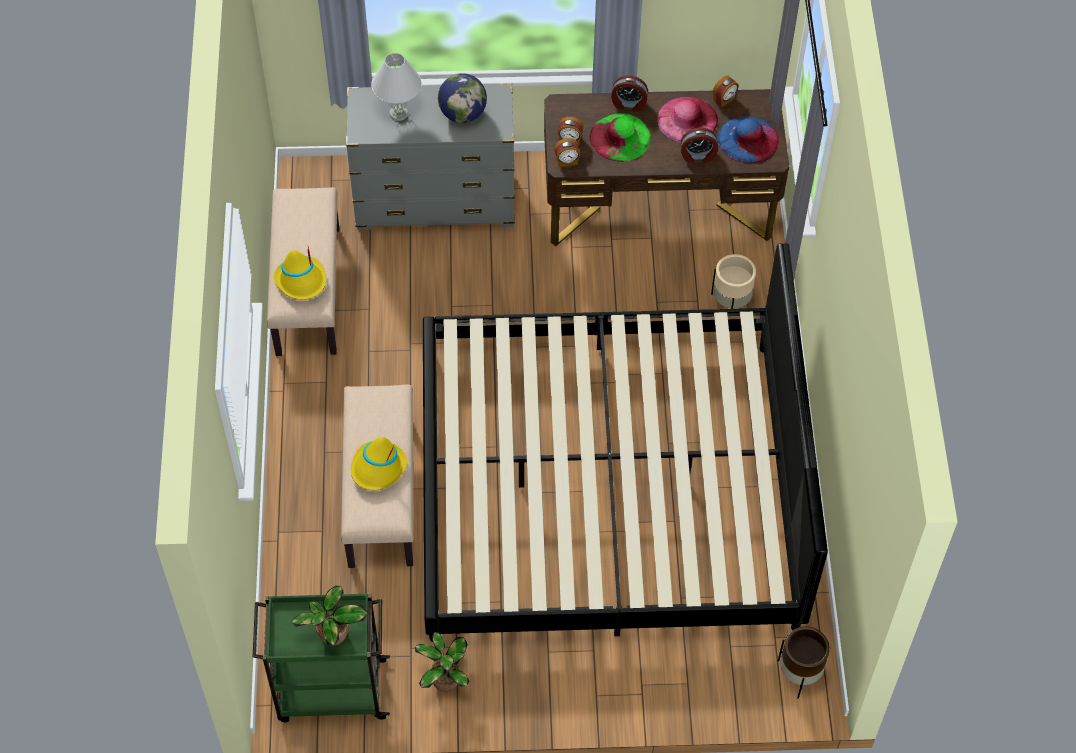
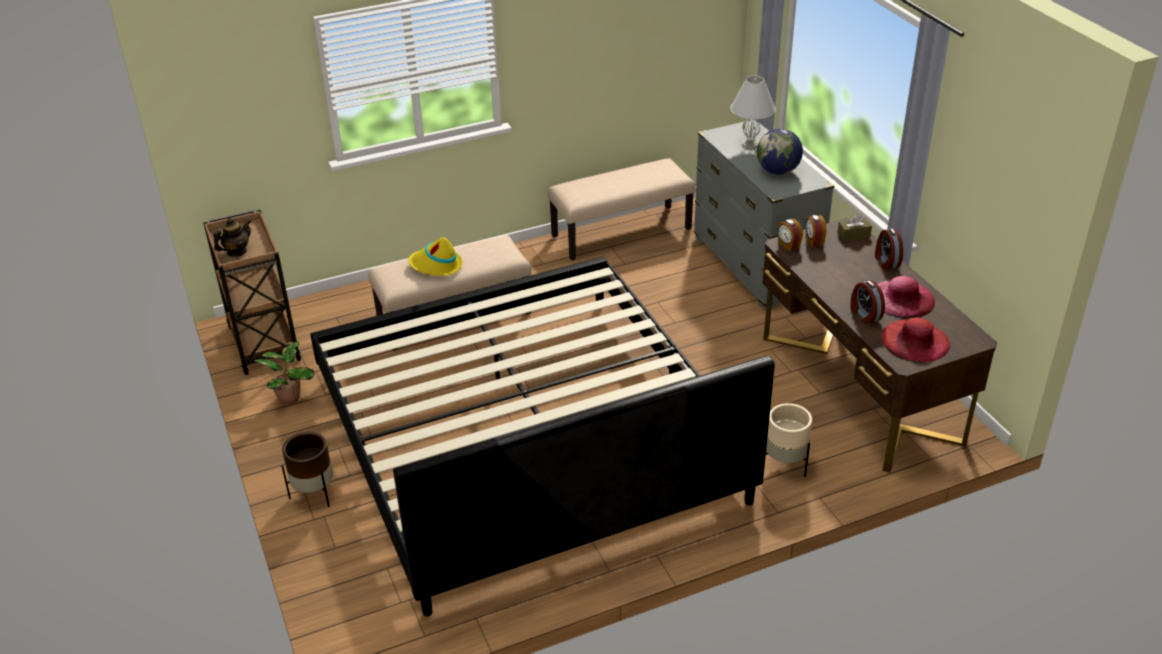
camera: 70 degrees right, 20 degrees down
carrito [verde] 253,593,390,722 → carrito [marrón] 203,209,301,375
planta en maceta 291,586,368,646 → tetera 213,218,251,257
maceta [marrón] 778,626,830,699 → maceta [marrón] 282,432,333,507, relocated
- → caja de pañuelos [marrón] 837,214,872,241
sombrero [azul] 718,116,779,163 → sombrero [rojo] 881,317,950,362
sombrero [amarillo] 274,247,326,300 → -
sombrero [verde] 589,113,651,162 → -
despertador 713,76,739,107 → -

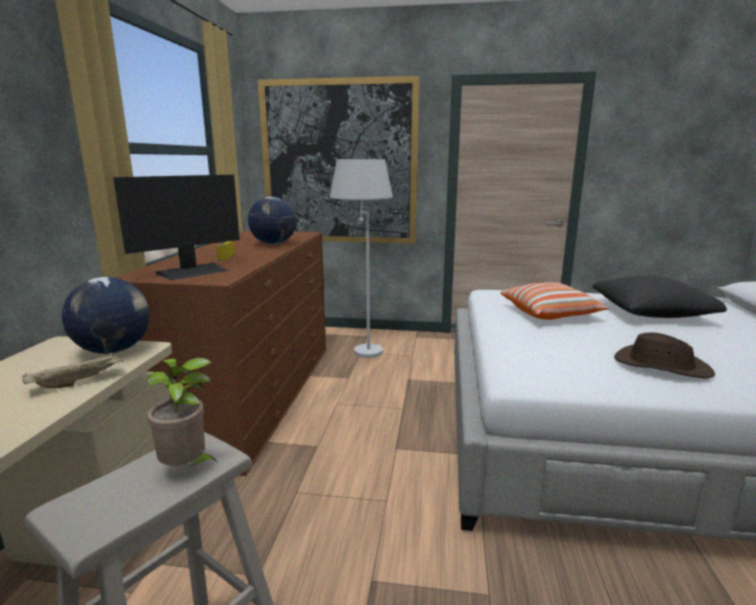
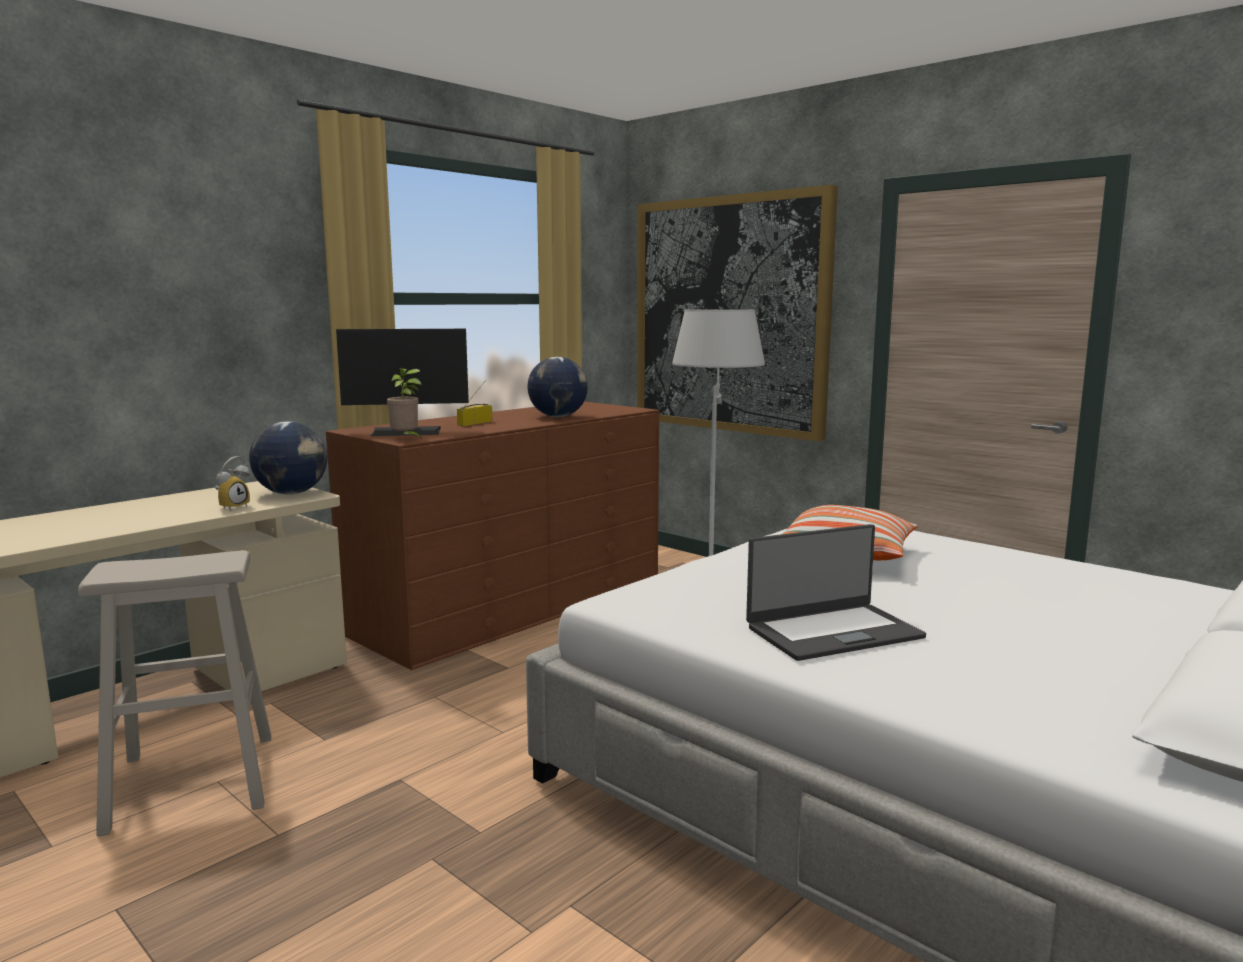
camera: 35 degrees right, 5 degrees down
bandeja [beis] 22,352,123,388 → despertador 215,456,250,511
planta en maceta 147,358,218,465 → planta en maceta 387,368,422,439, relocated
sombrero [marrón] 614,333,715,379 → portátil 746,524,926,661
cojín [negro] 592,276,727,318 → -

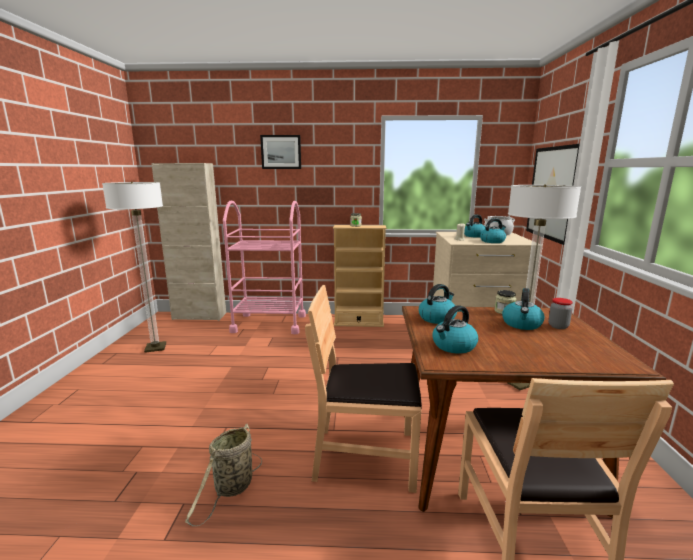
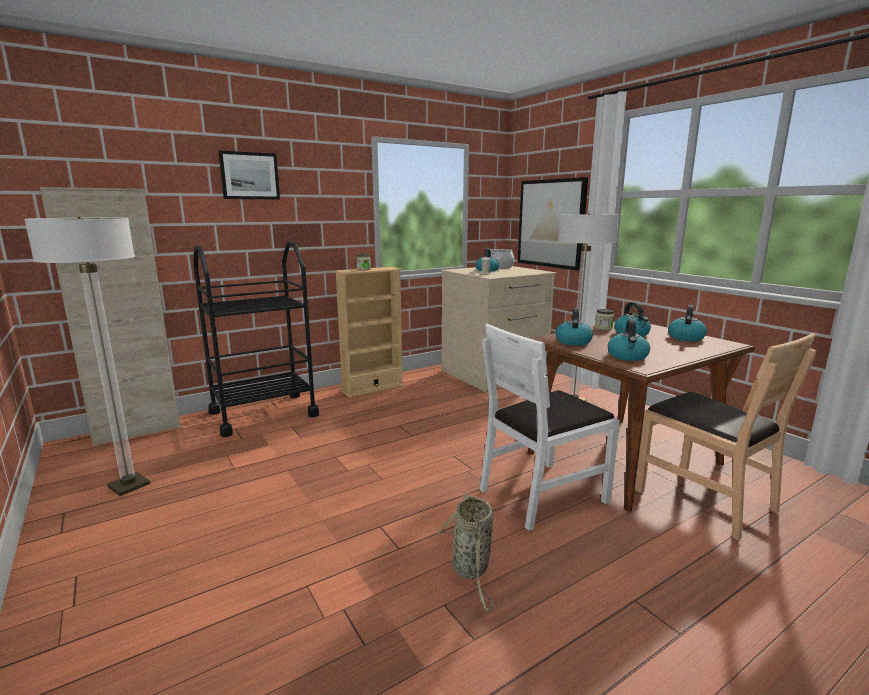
camera: 35 degrees left, 0 degrees up
carrito [rosa] 223,201,306,334 → carrito [negro] 194,241,319,437
silla [marrón] 305,285,422,493 → silla [blanco] 480,324,620,531
hervidor 480,218,506,243 → hervidor 668,305,707,341, relocated
tarro 548,298,573,329 → -

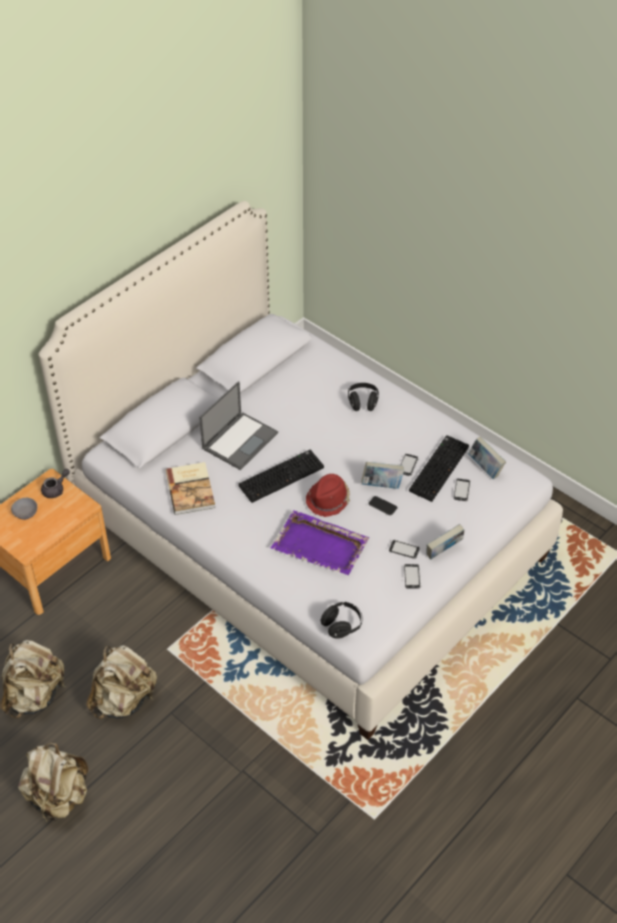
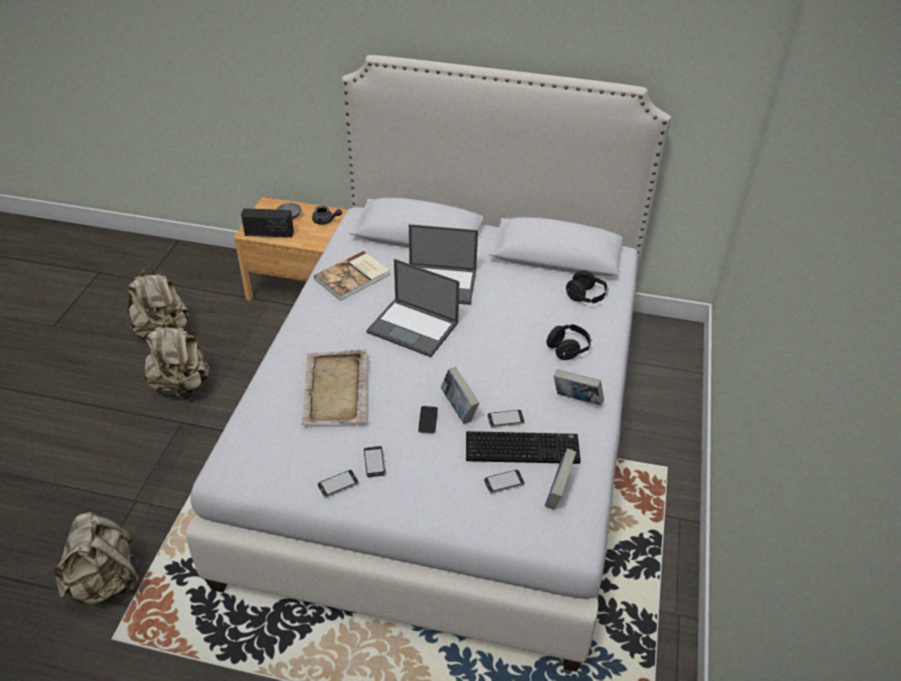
camera: 60 degrees right, 5 degrees down
mochila [beis] 18,743,88,822 → mochila [beis] 50,512,139,605, relocated
- → radio 241,209,294,237
bandeja [morado] 271,510,369,575 → bandeja [beis] 302,350,367,425
teclado 238,450,324,503 → portátil 367,259,460,357
libro 427,524,464,560 → libro 553,369,604,405, relocated
auriculares [negro] 321,602,363,638 → auriculares [negro] 566,270,608,304, relocated
sombrero [rojo] 306,474,350,517 → -

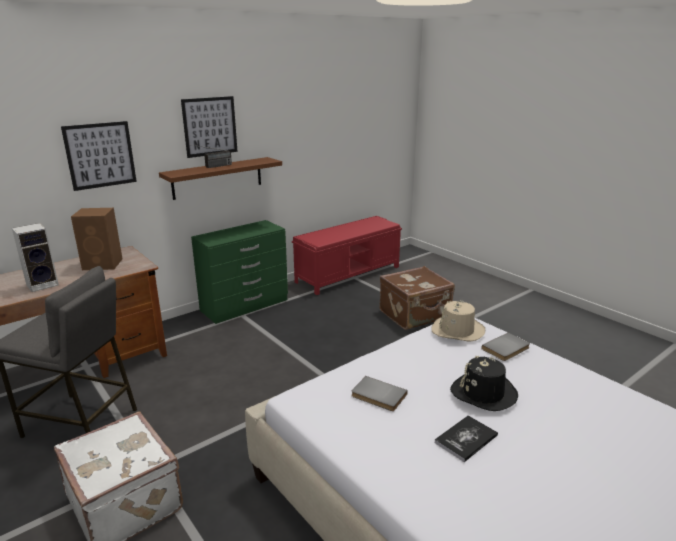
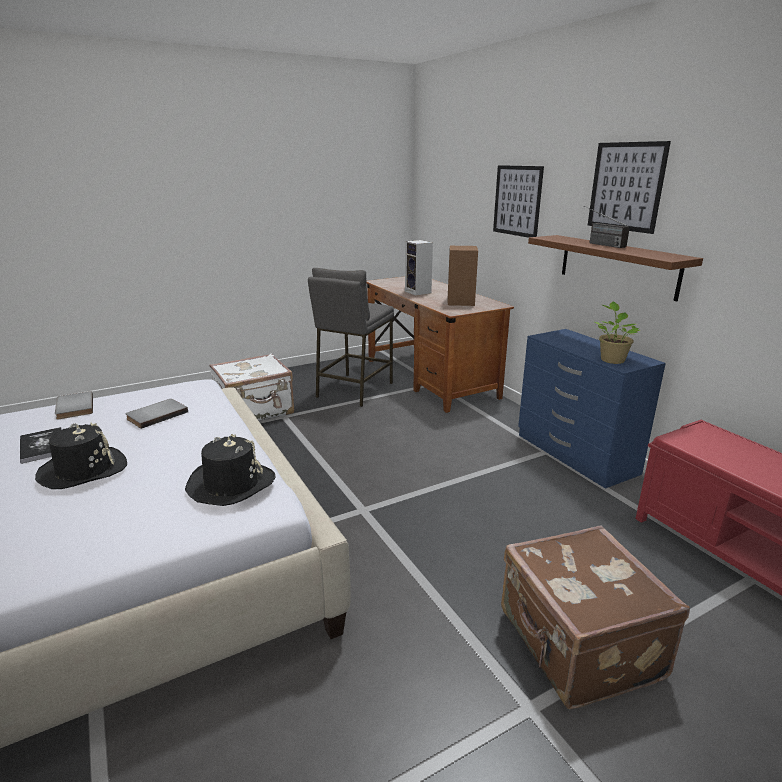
camera: 100 degrees right, 0 degrees up
libro [gris] 481,333,530,361 → libro [gris] 55,391,93,420, relocated
sombrero [beis] 431,300,485,342 → sombrero [negro] 185,434,275,506
cómoda [verde] 191,220,288,324 → cómoda [azul] 518,329,666,489
- → planta en maceta 595,302,640,364

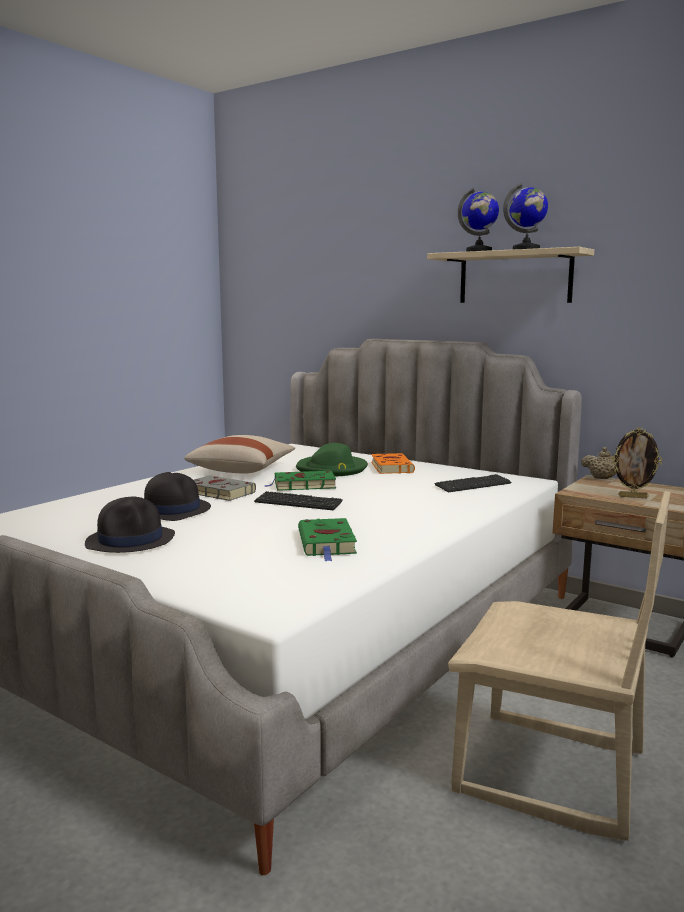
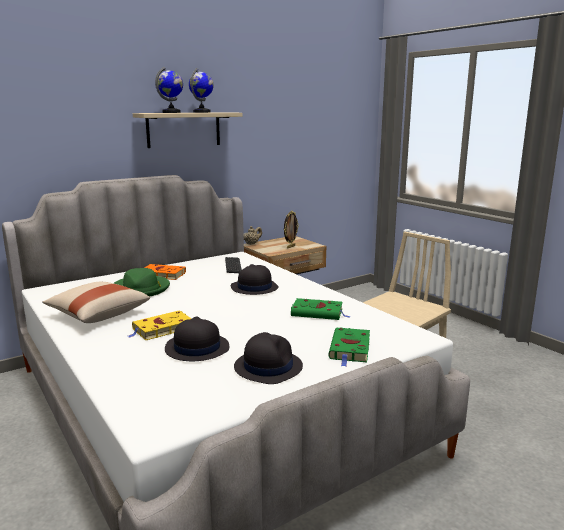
camera: 70 degrees left, 5 degrees up
libro [gris] 193,475,256,501 → libro [amarillo] 128,311,192,340
- → sombrero [negro] 231,264,279,295
libro [verde] 264,471,336,491 → libro [verde] 328,327,370,367, relocated
teclado 254,491,343,510 → -

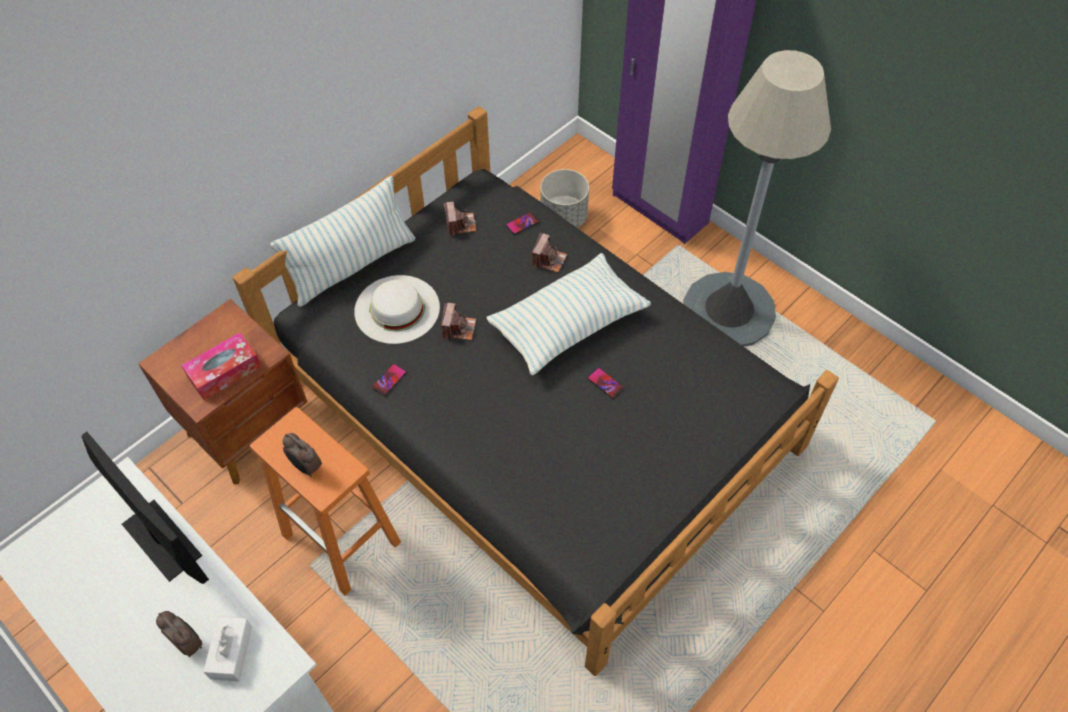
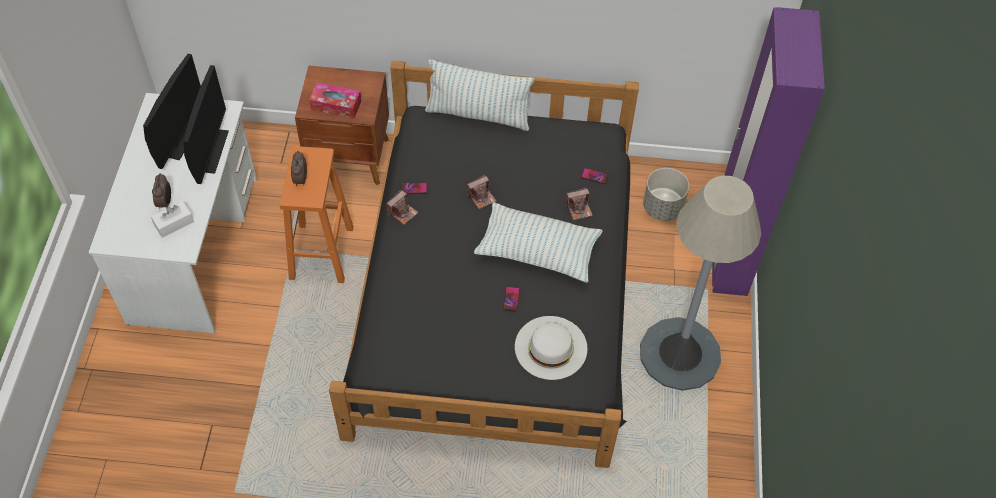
camera: 50 degrees right, 0 degrees up
- → monitor 143,54,201,169
cámara 444,202,477,236 → cámara 386,190,419,225, relocated
sombrero [blanco] 354,275,440,344 → sombrero [blanco] 515,316,588,380, relocated

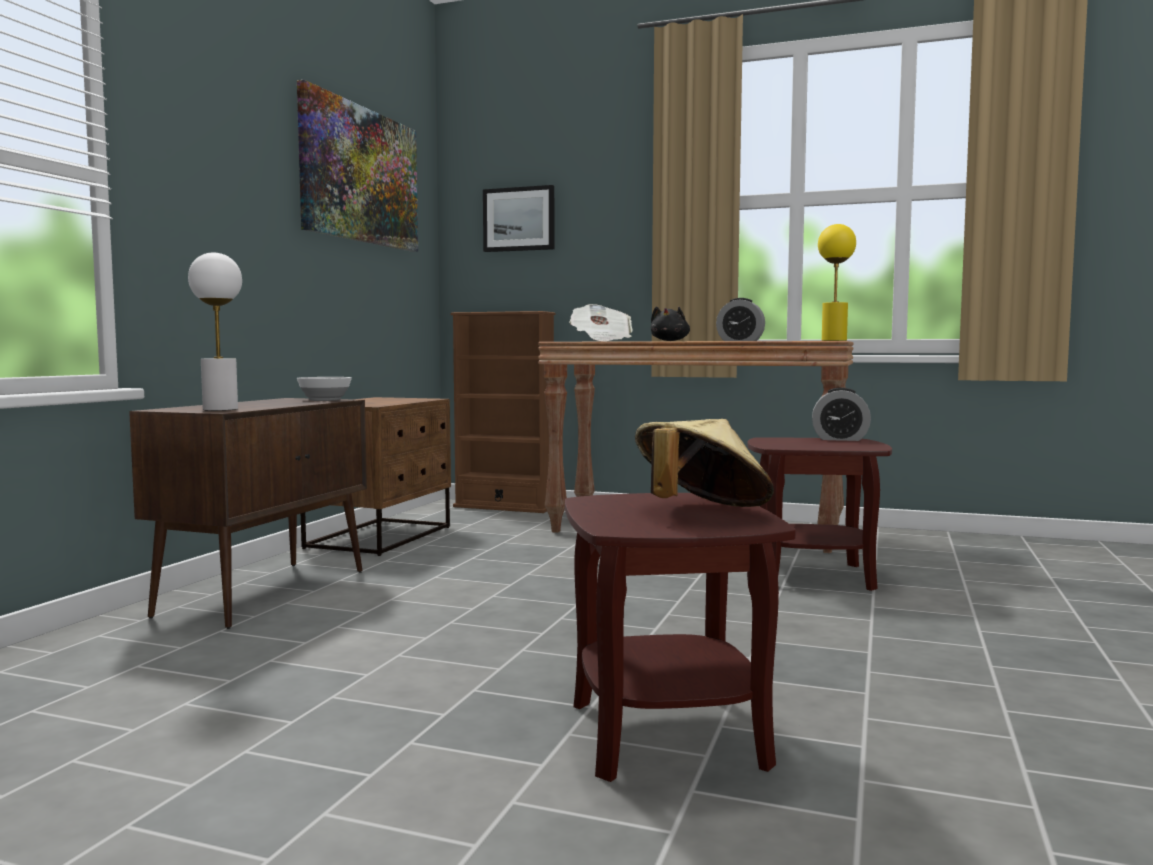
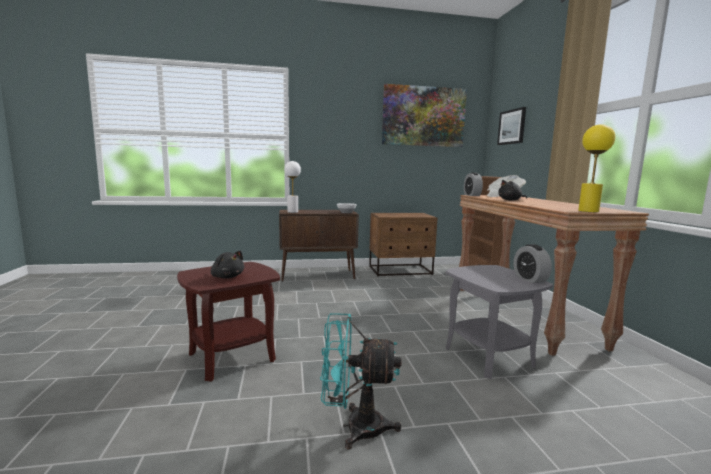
camera: 60 degrees right, 5 degrees up
sombrero [beis] 635,419,774,507 → peluche [negro] 211,250,245,279
- → ventilador [turquesa] 320,313,402,449
mesa auxiliar [marrón] 747,437,892,591 → mesa auxiliar [gris] 446,265,553,379
despertador 716,298,765,341 → despertador 464,172,483,196, relocated

